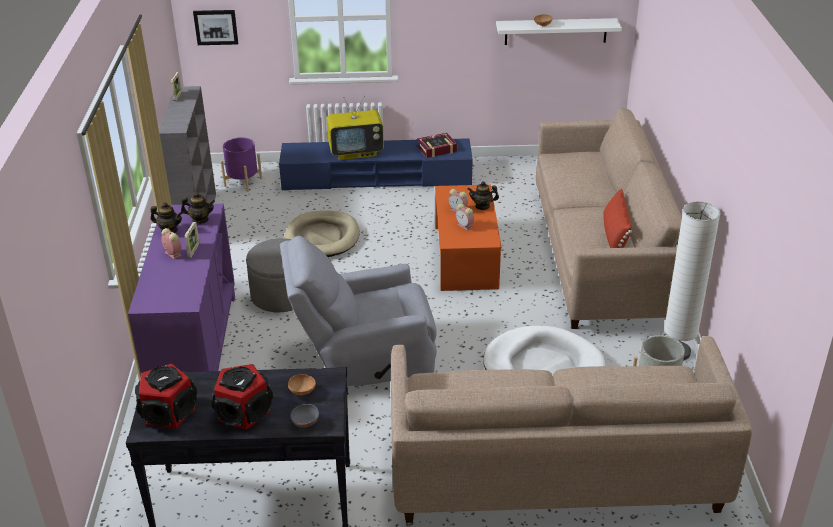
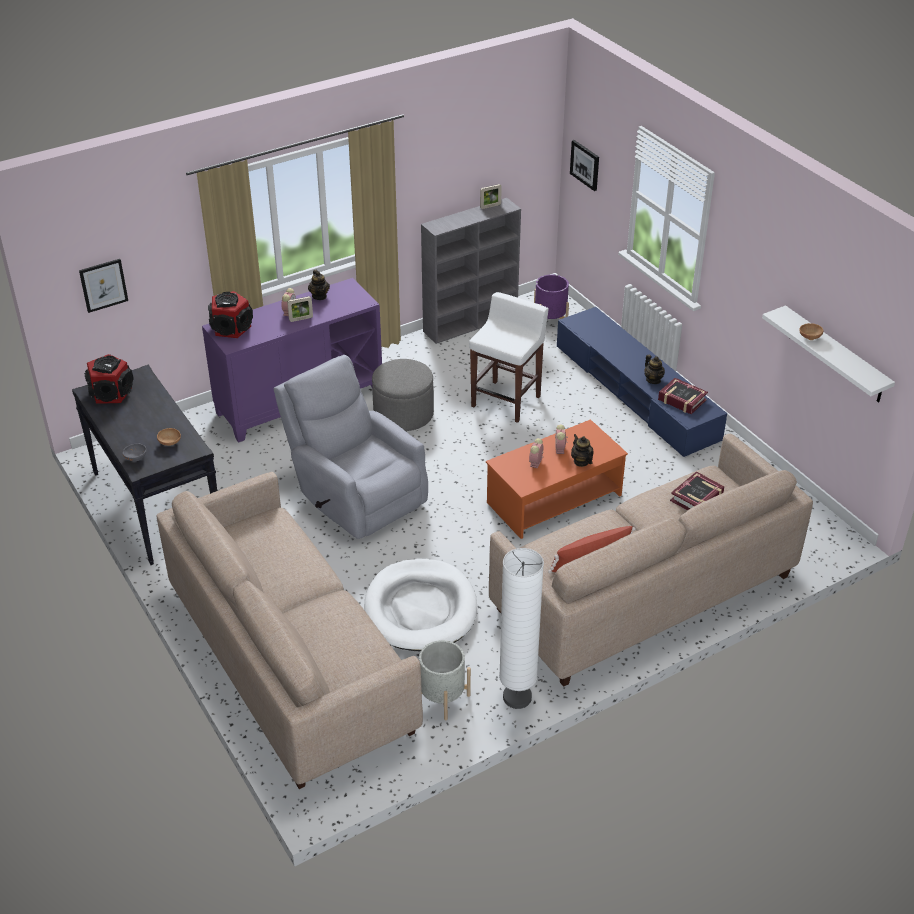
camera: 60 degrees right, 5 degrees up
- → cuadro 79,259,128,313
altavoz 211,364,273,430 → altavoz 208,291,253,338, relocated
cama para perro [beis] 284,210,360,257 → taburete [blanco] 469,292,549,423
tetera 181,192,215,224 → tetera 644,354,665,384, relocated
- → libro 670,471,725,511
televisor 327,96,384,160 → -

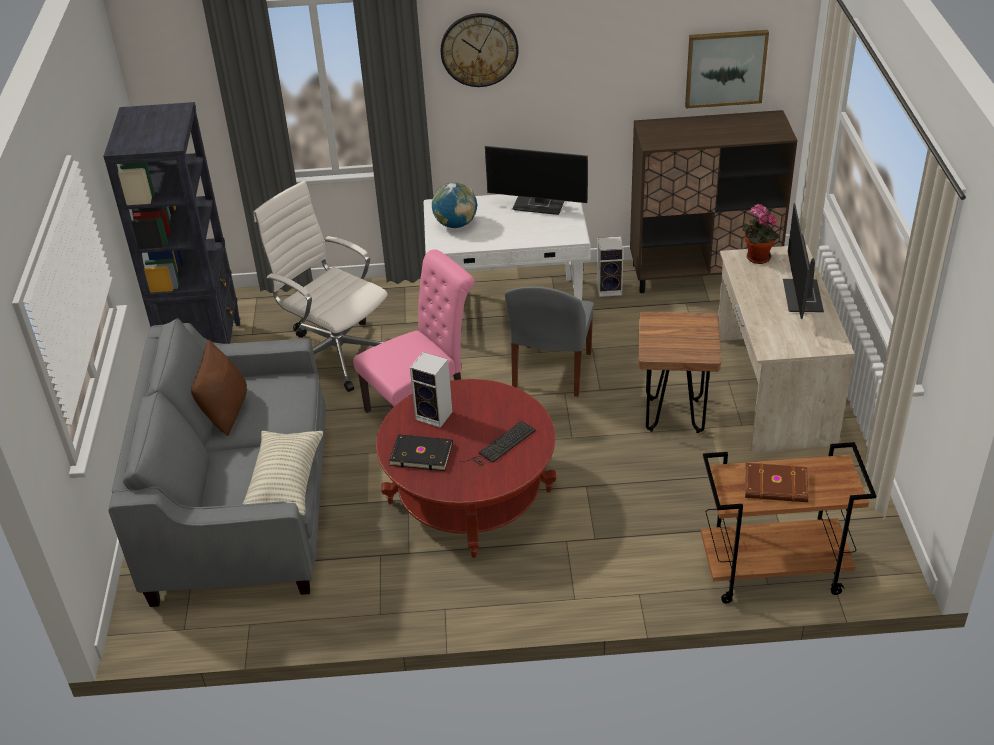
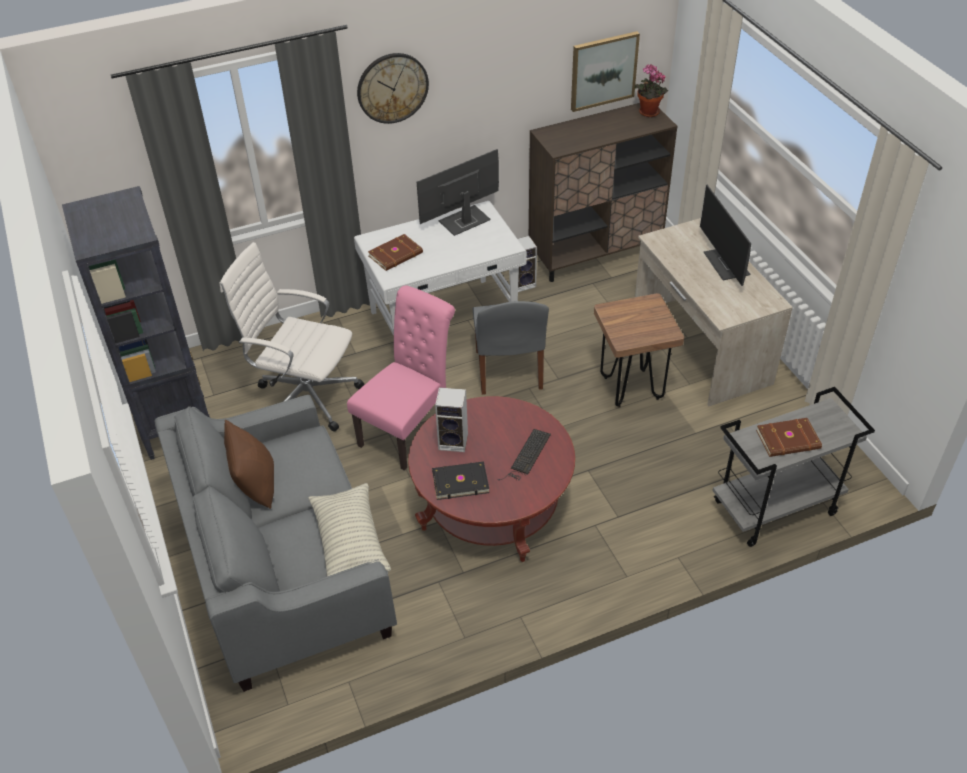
camera: 20 degrees left, 5 degrees up
globo terráqueo 432,182,477,228 → libro [marrón] 368,234,423,271
monitor 485,146,588,215 → monitor 417,149,499,236, 150 degrees clockwise
planta en maceta 742,204,779,264 → planta en maceta 635,64,668,117, relocated
carrito [marrón] 701,442,876,604 → carrito [gris] 712,387,875,547

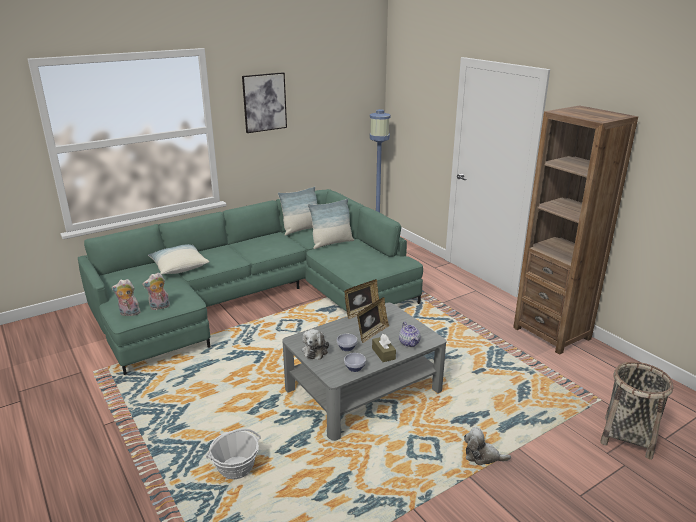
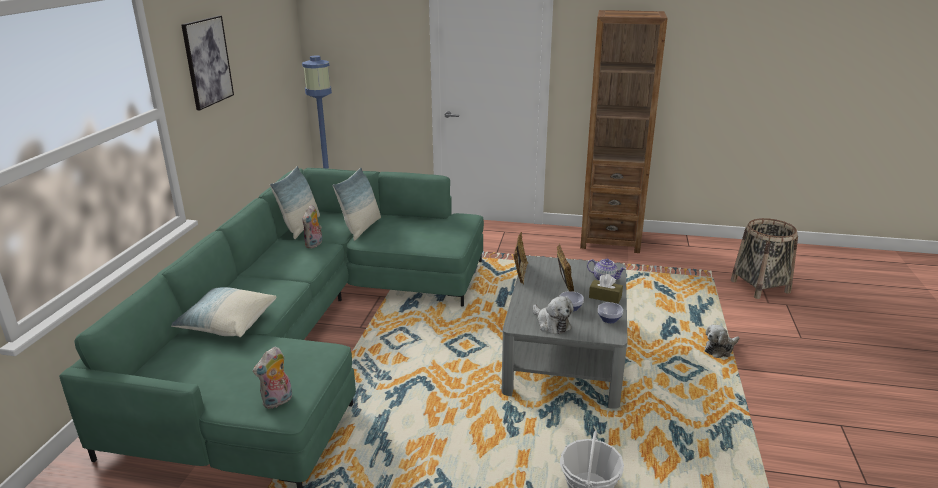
camera: 45 degrees left, 0 degrees up
peluche 142,273,170,310 → peluche 302,204,322,248, relocated

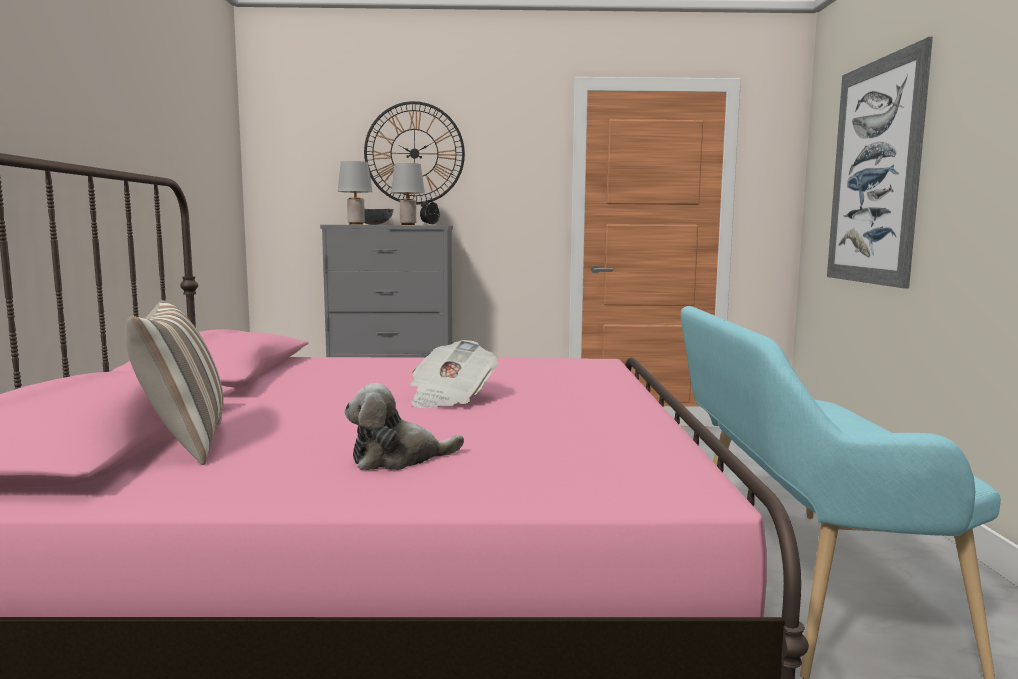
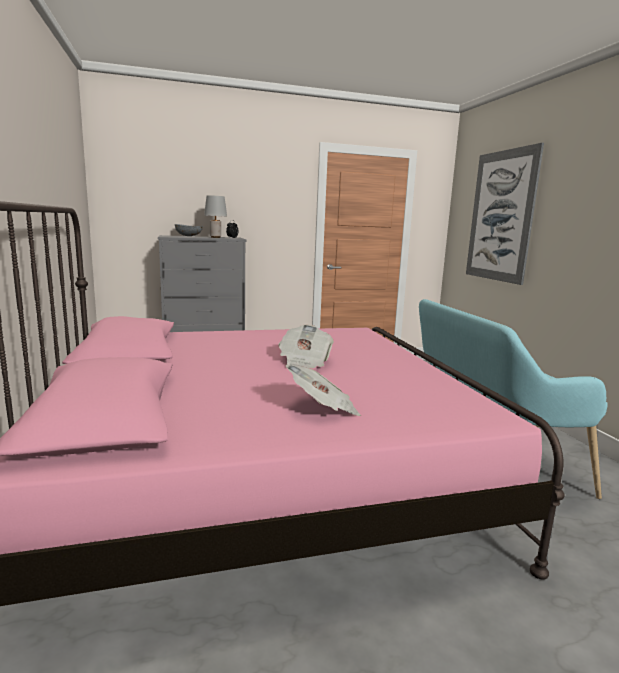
camera: 15 degrees left, 5 degrees up
peluche 344,383,464,470 → periódico 286,365,361,416
cojín 126,300,224,465 → -
lámpara de mesa [gris] 338,161,373,225 → -
reloj de pared 364,101,465,205 → -

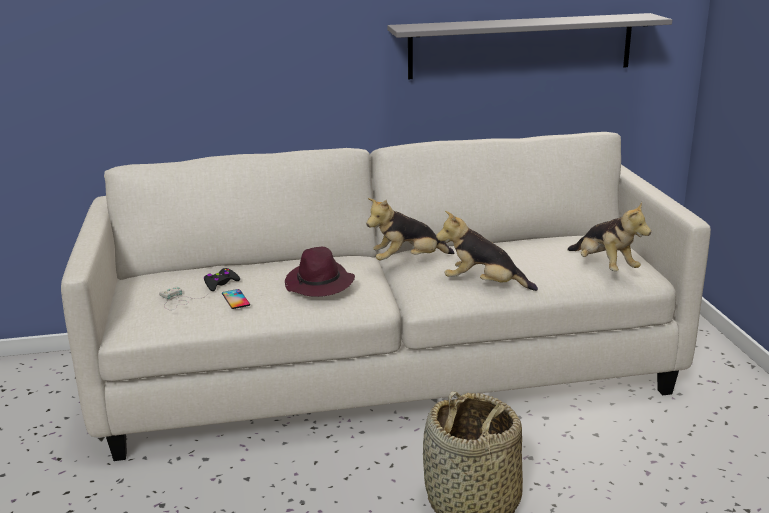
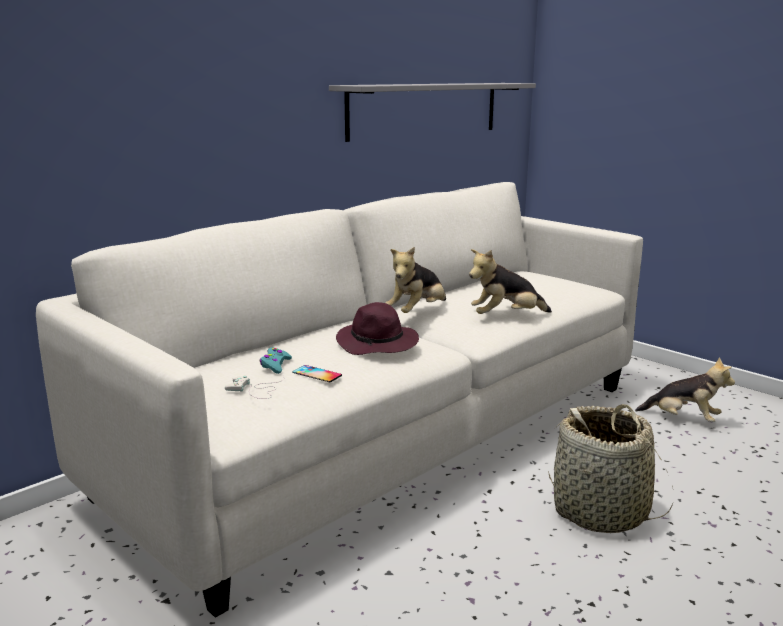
camera: 35 degrees left, 5 degrees down
mando de consola [negro] 203,268,240,291 → mando de consola [turquesa] 260,348,292,374
peluche 567,202,651,271 → peluche 635,357,735,422, relocated

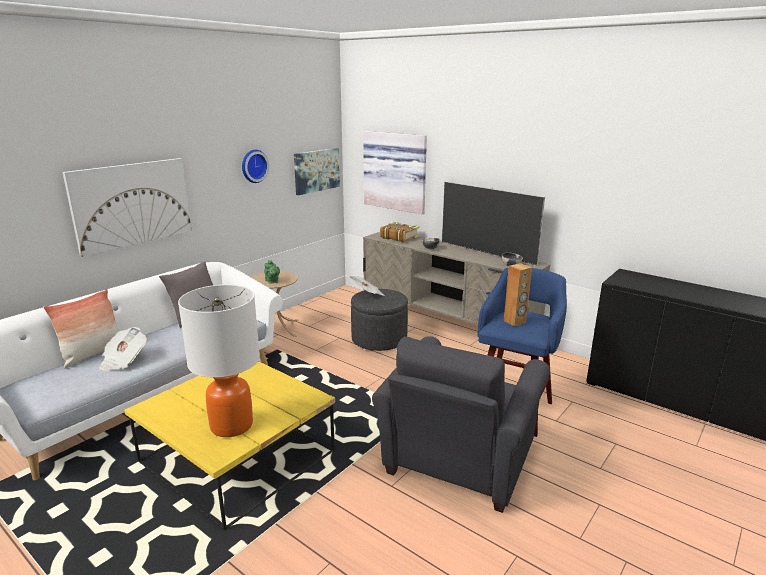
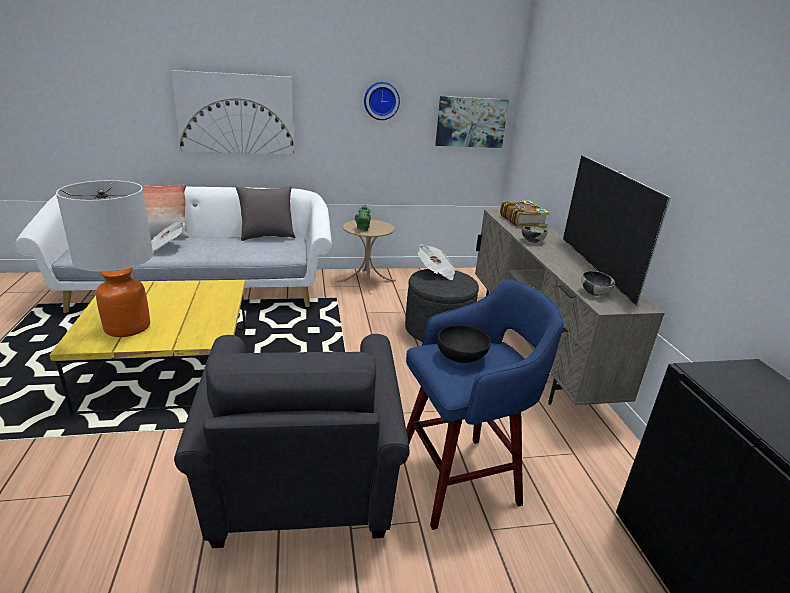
camera: 40 degrees right, 5 degrees up
sillón [gris] 372,336,550,513 → sillón [gris] 174,334,410,548, 75 degrees counterclockwise
altavoz [marrón] 504,263,532,327 → cuenco [negro] 437,325,491,363
cuadro 363,131,427,214 → -

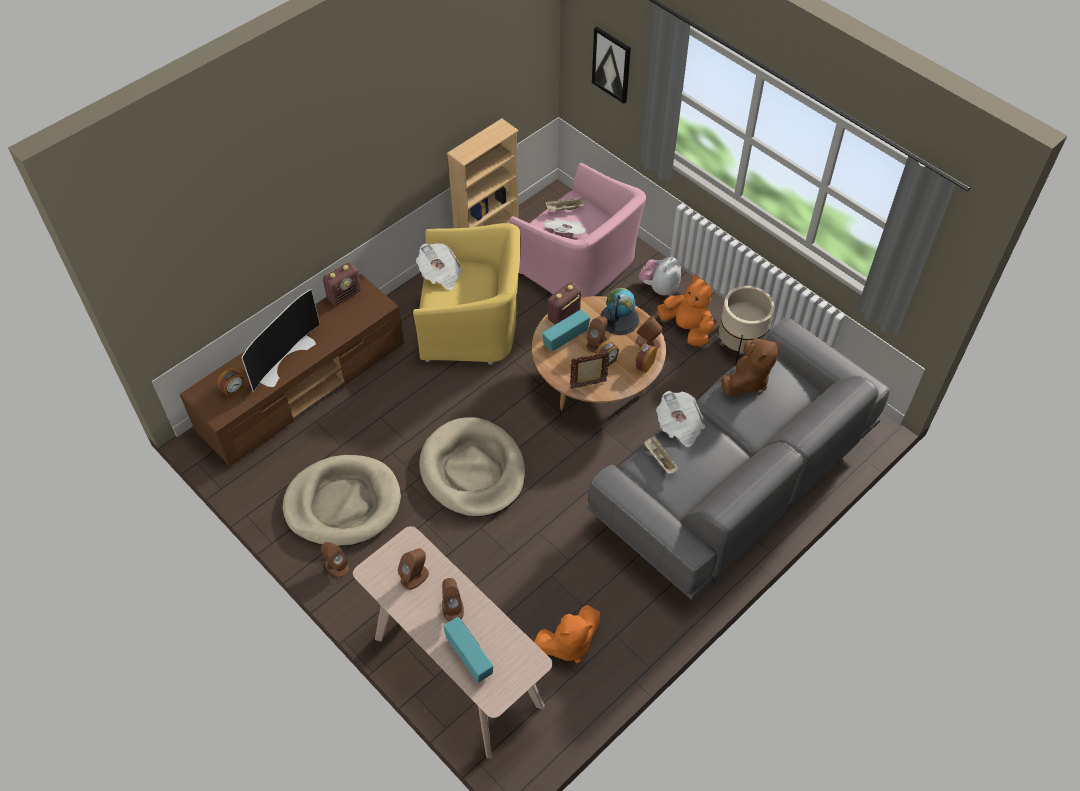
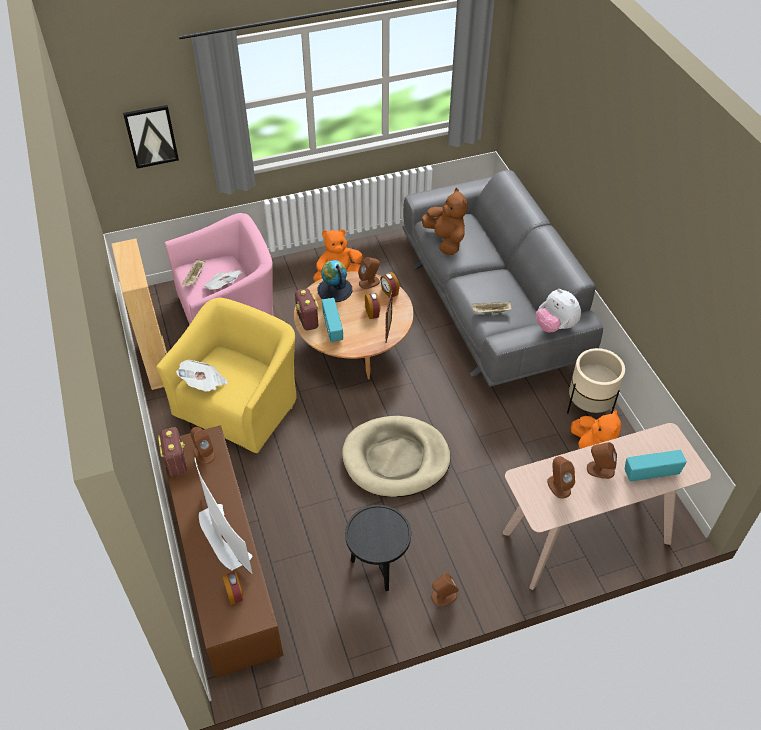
camera: 65 degrees left, 5 degrees down
altavoz [marrón] 586,316,608,353 → altavoz [marrón] 190,427,215,465, relocated
cama para perro [beis] 283,455,401,547 → mesa auxiliar [negro] 345,505,411,591
peluche 639,256,681,295 → peluche 536,289,581,332, relocated
maceta [beis] 719,286,775,365 → maceta [beis] 567,348,625,414, relocated
periódico 656,391,705,447 → -

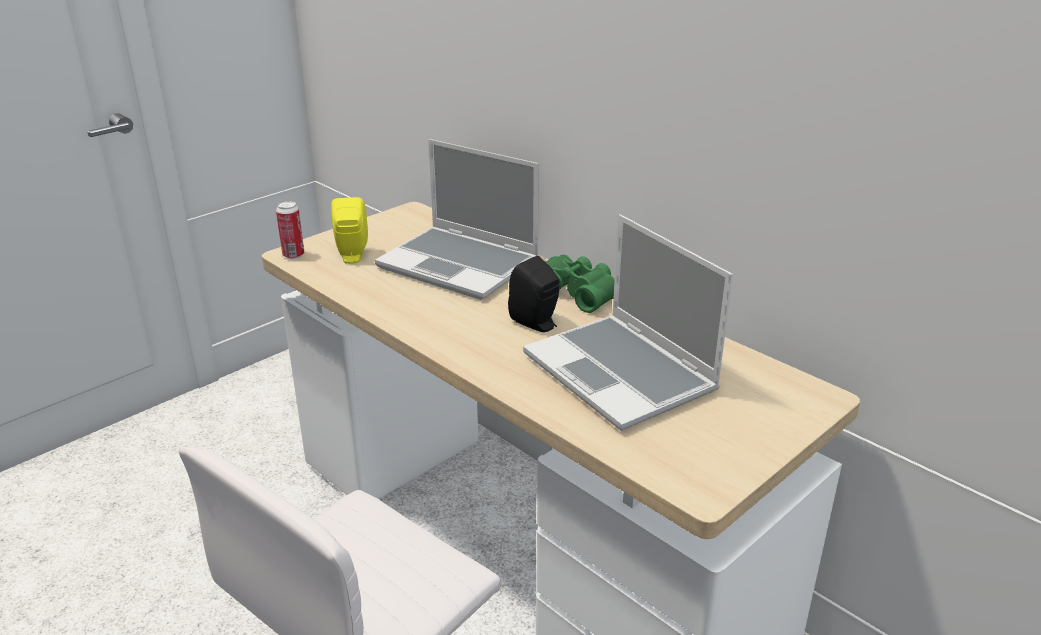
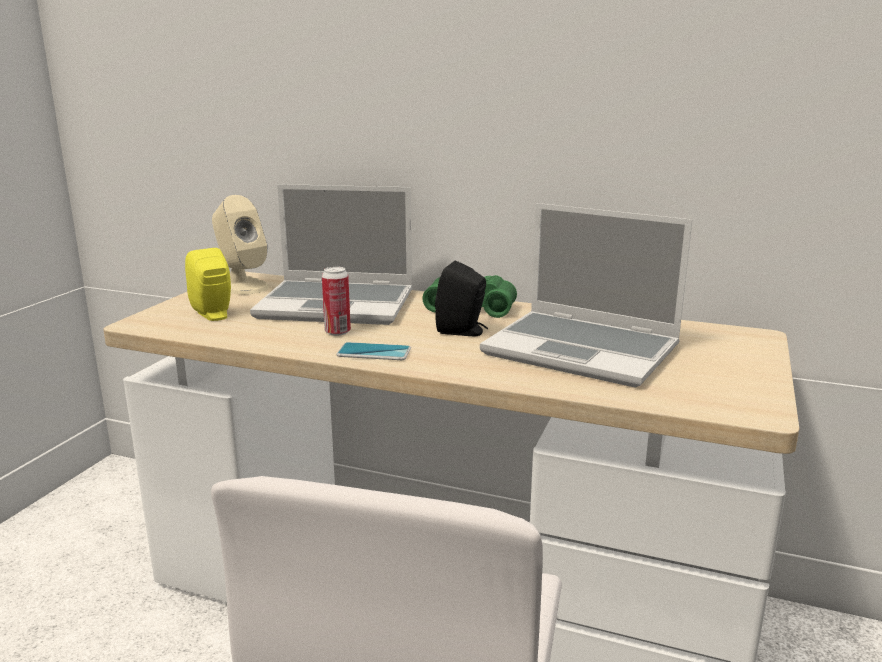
camera: 25 degrees left, 10 degrees down
- → altavoz [beis] 212,195,269,295
lata 276,201,304,259 → lata 322,266,351,336, relocated
- → móvil 336,342,411,360

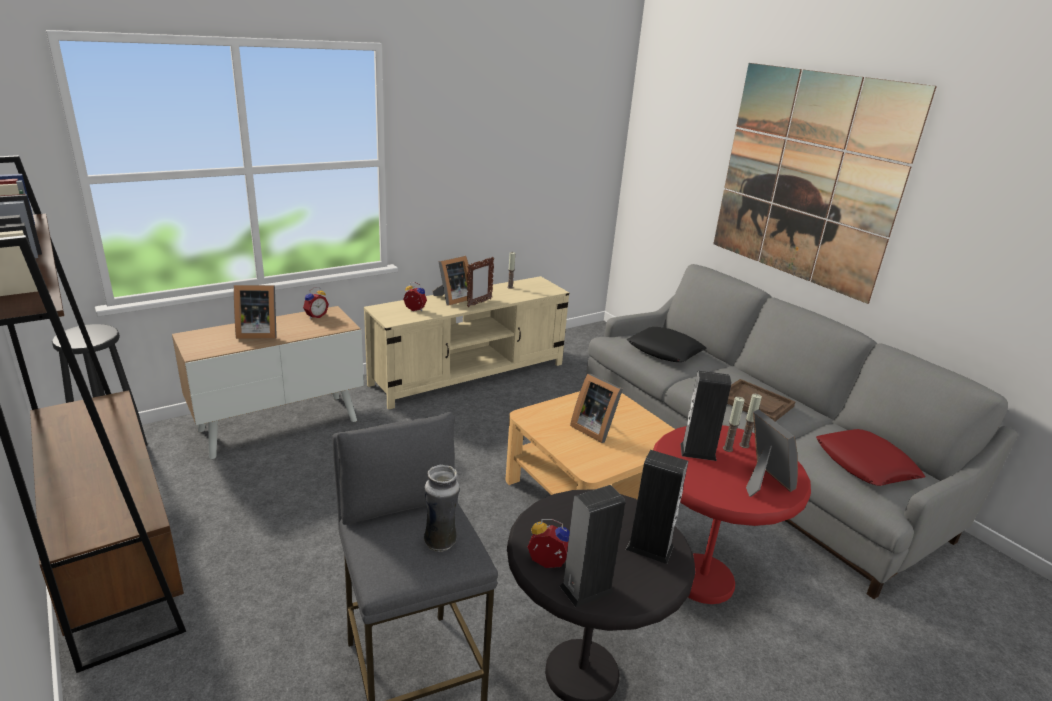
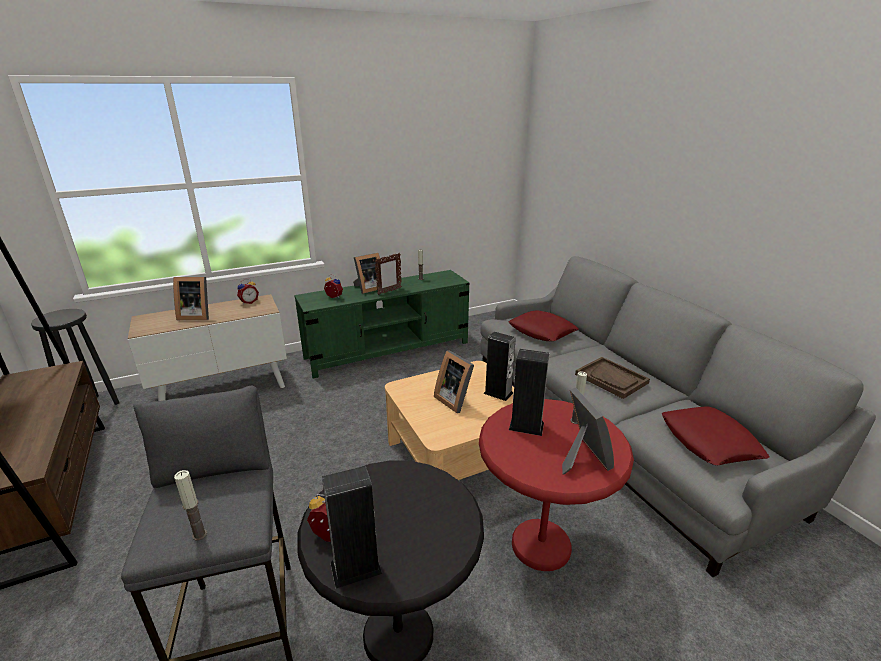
camera: 10 degrees right, 0 degrees up
vela 723,397,745,452 → vela 174,470,207,541, relocated
mueble de televisión [beis] 364,276,569,410 → mueble de televisión [verde] 294,270,470,378
altavoz 626,450,688,564 → altavoz 483,332,516,401, relocated
cojín [negro] 627,327,706,362 → cojín [rojo] 508,311,578,341
florero 424,465,460,552 → -
cuadro 714,63,937,304 → -

